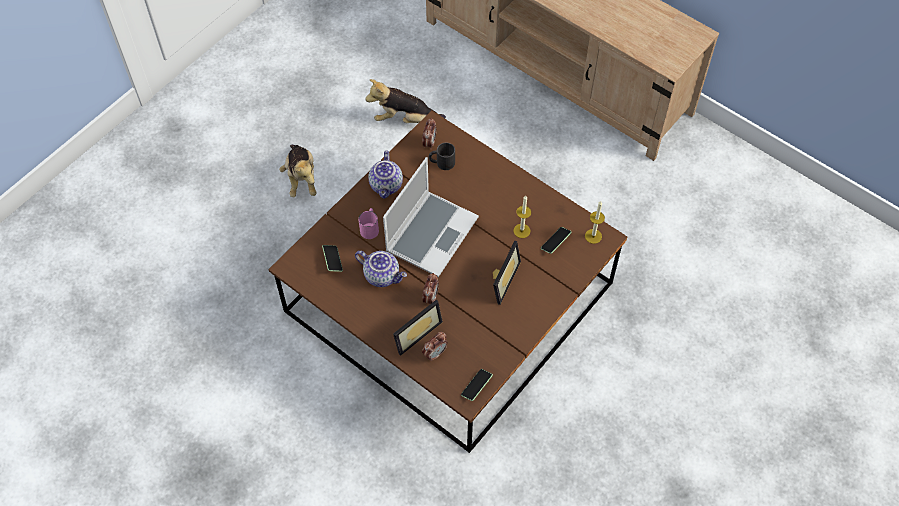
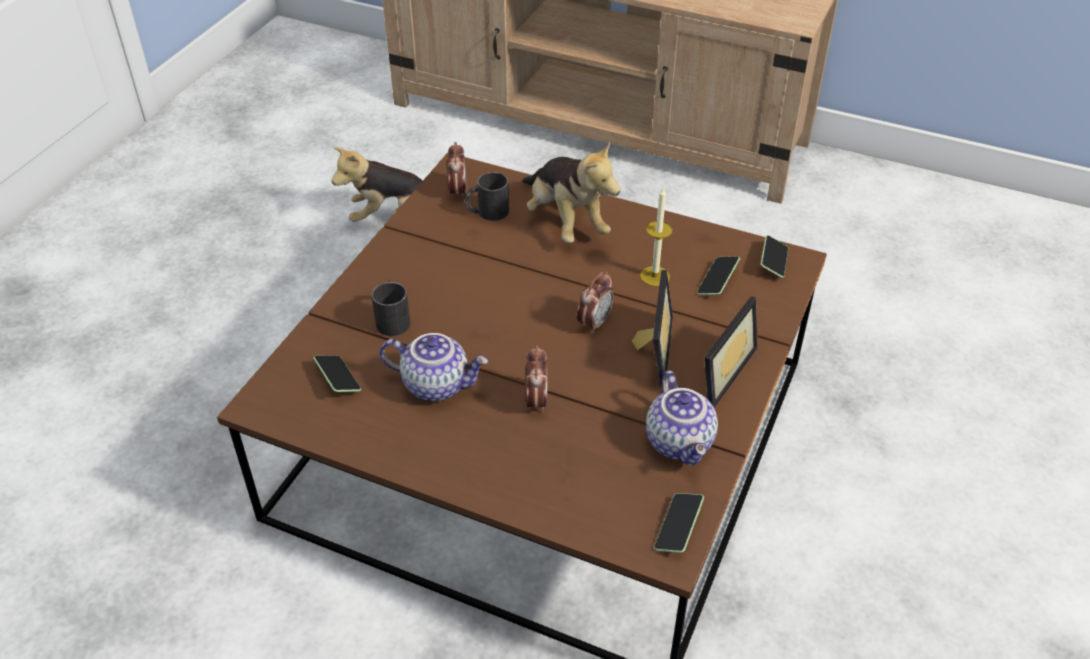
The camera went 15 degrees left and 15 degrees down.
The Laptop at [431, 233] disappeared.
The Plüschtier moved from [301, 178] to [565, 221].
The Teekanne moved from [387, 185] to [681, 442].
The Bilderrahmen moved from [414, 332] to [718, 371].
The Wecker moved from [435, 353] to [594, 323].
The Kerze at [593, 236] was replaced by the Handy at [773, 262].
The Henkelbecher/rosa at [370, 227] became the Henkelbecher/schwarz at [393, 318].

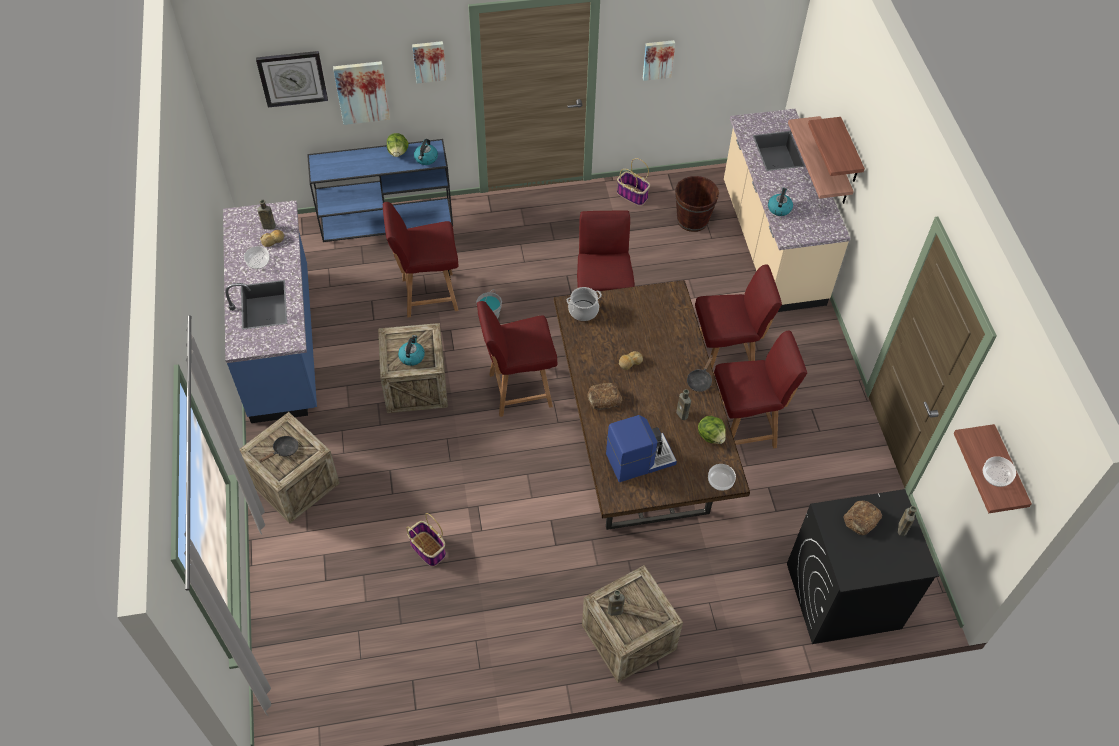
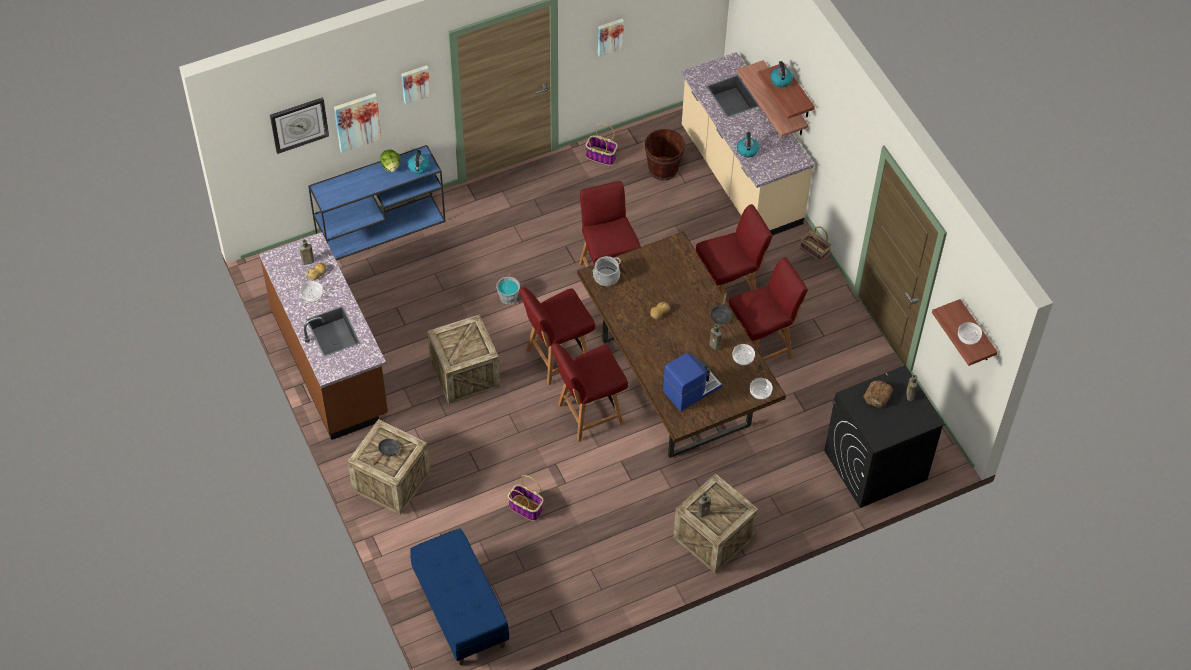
The camera went 15 degrees left and 0 degrees up.
The Brot at [603, 398] disappeared.
The Bank/blau at [459, 610] appeared.
The Korb at [815, 251] appeared.
The Stuhl/rot moved from [428, 294] to [588, 414].
The Wasserkessel moved from [412, 356] to [780, 80].
The Salatkopf at [711, 436] was replaced by the Schüssel at [743, 358].
The Küchenzeile/blau at [283, 343] became the Küchenzeile/braun at [331, 364].

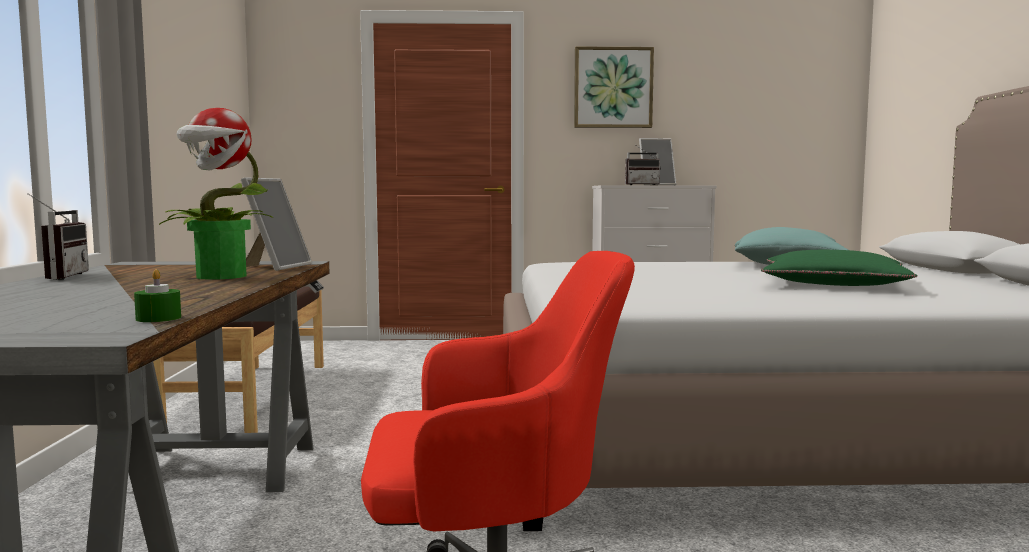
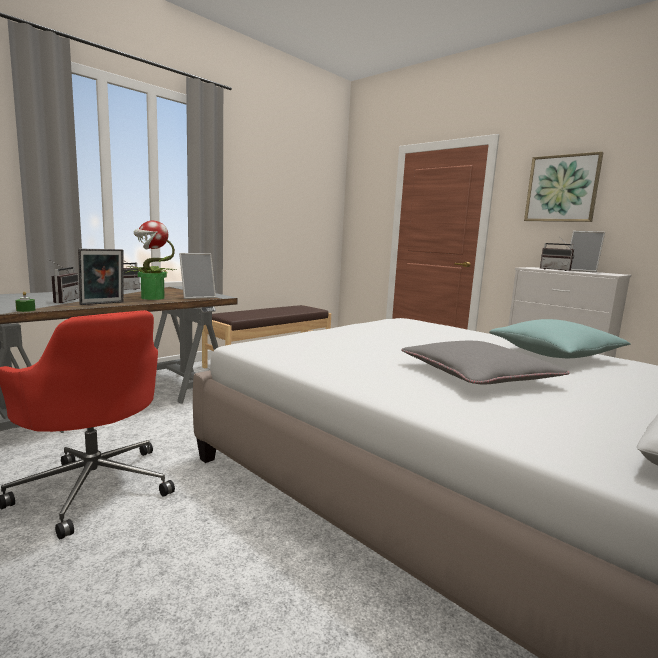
The camera went 45 degrees right and 5 degrees up.
The Radio at [62, 301] appeared.
The Bilderrahmen at [103, 303] appeared.
The Kissen/grün at [833, 283] became the Kissen/grau at [478, 374].

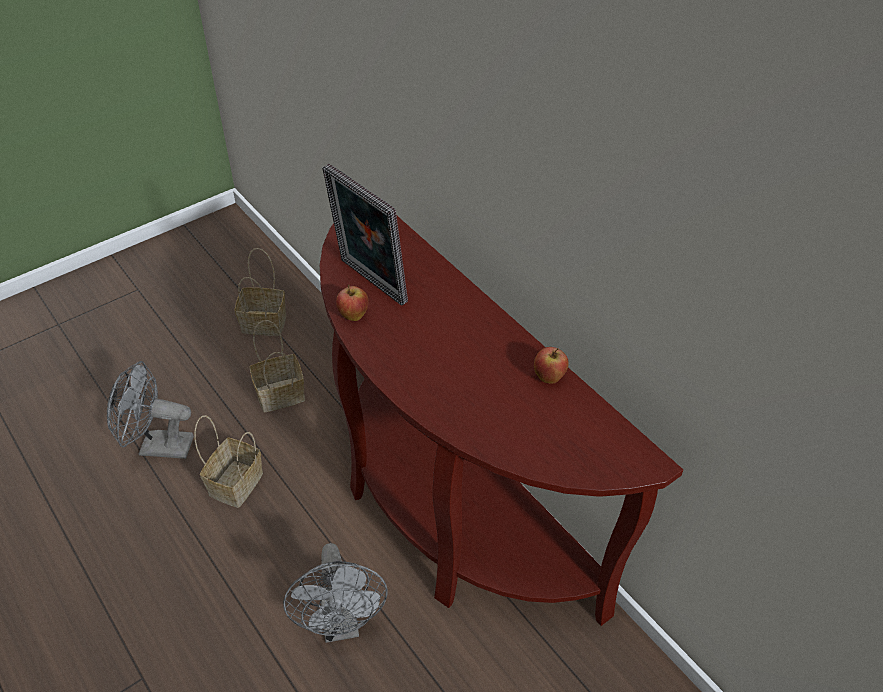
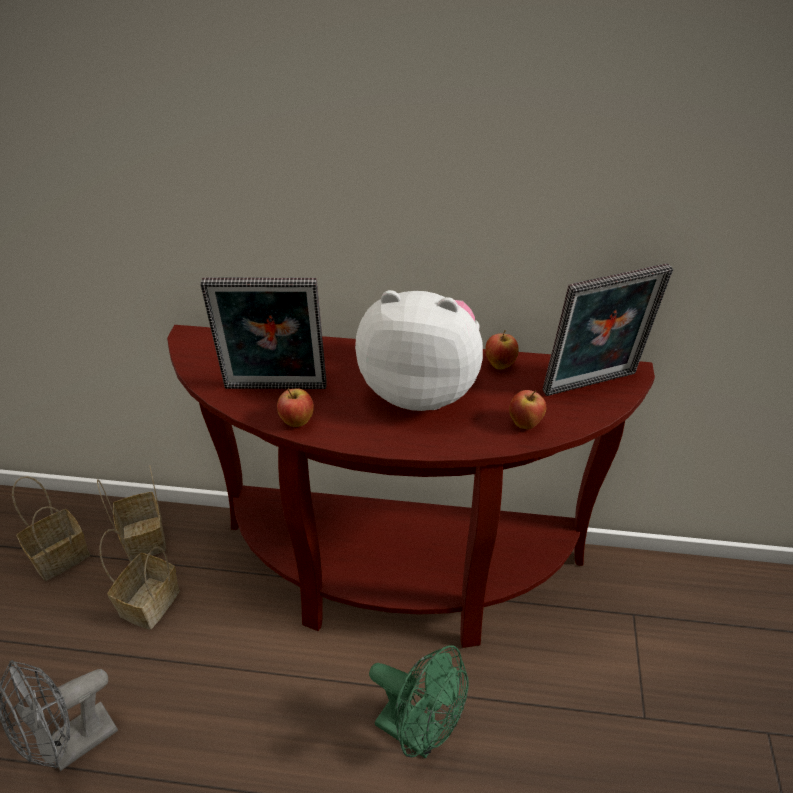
The camera went 45 degrees left and 5 degrees down.
The Plüschtier at [421, 389] appeared.
The Apfel at [525, 424] appeared.
The Bilderrahmen at [592, 386] appeared.
The Korb moved from [236, 485] to [146, 539].
The Ventilator/grau at [341, 624] became the Ventilator/grün at [419, 733].

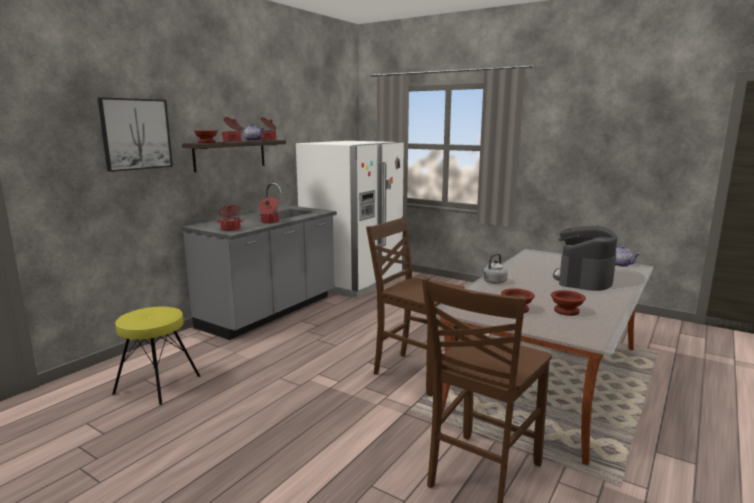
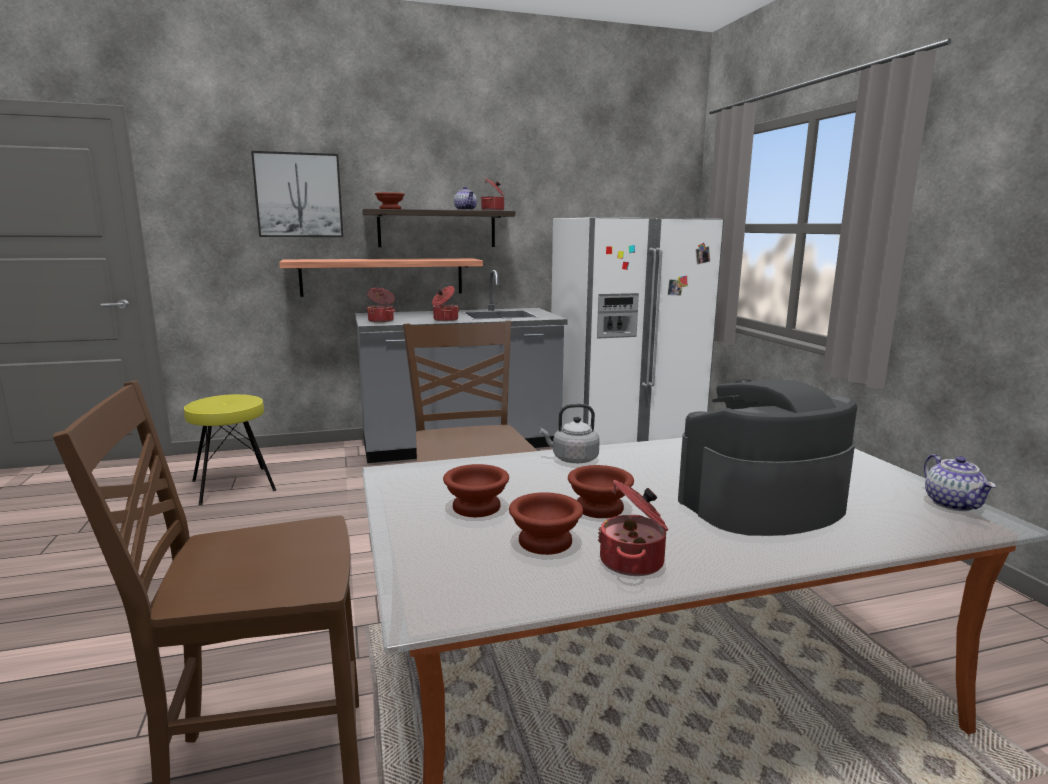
The camera went 40 degrees right and 0 degrees up.
The Wandregal at [382, 277] appeared.
The Schüssel/braun at [601, 508] appeared.
The Kochtopf moved from [232, 141] to [633, 562].

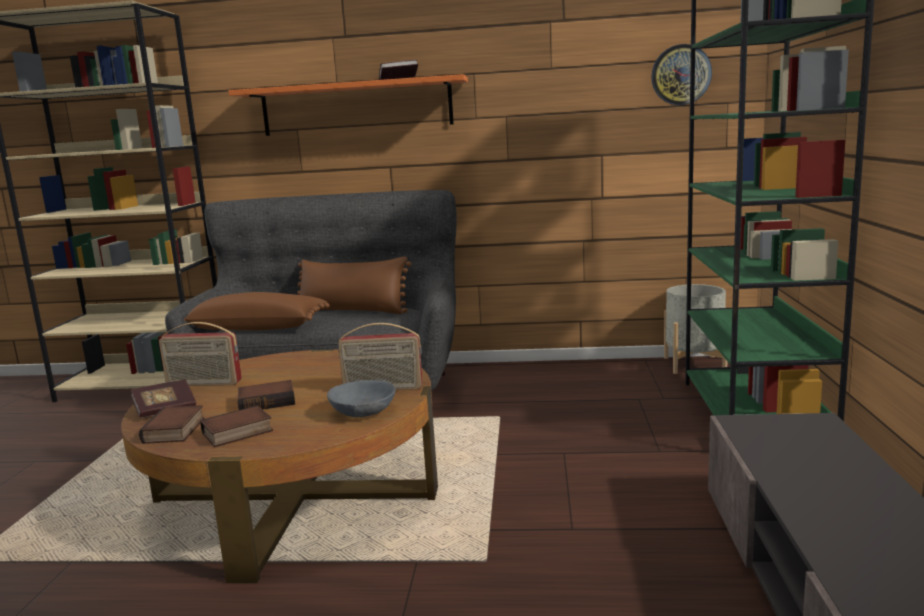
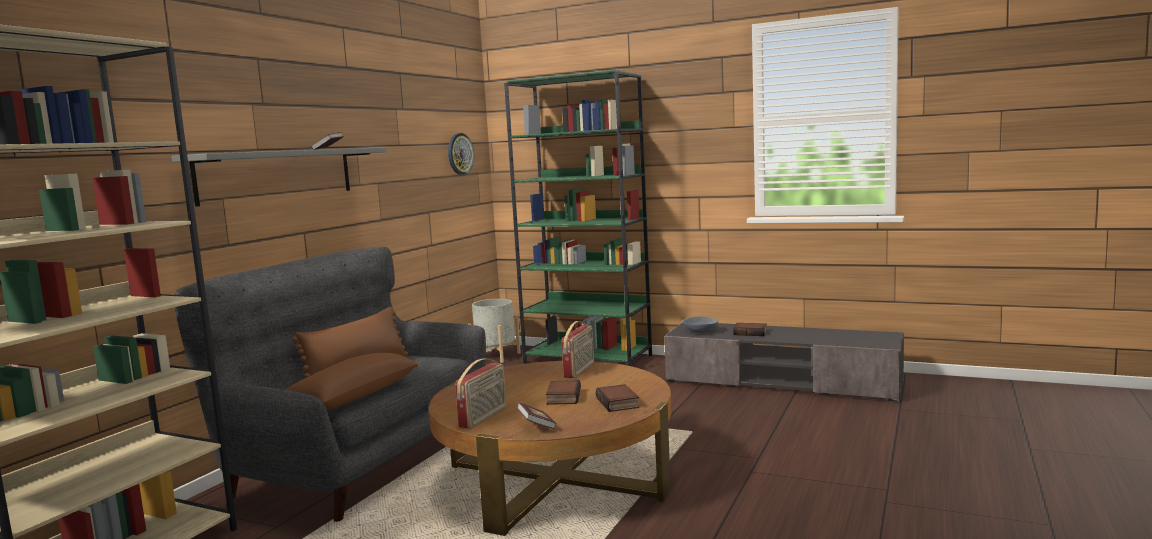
The camera went 70 degrees left and 5 degrees down.
The Buch moved from [175, 431] to [751, 332].
The Schüssel/grau moved from [363, 411] to [700, 331].
The Wandregal/orange at [356, 107] became the Wandregal/grau at [278, 174].

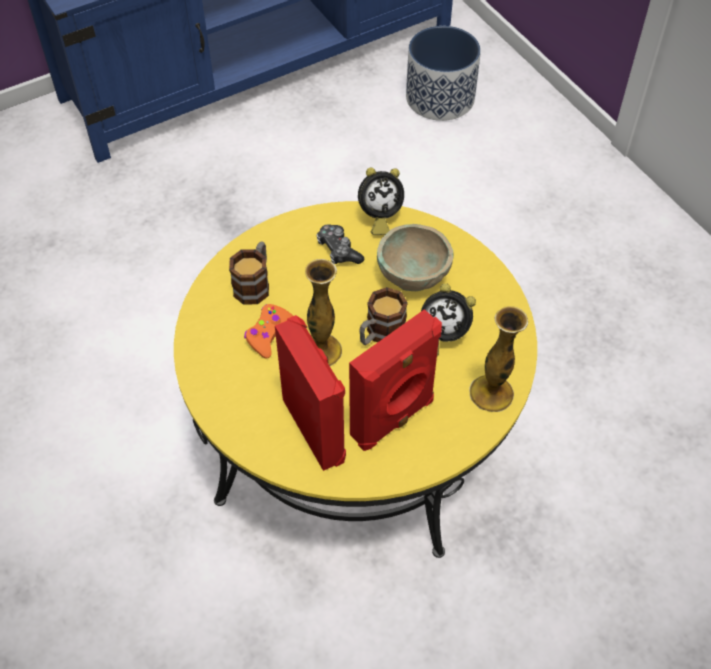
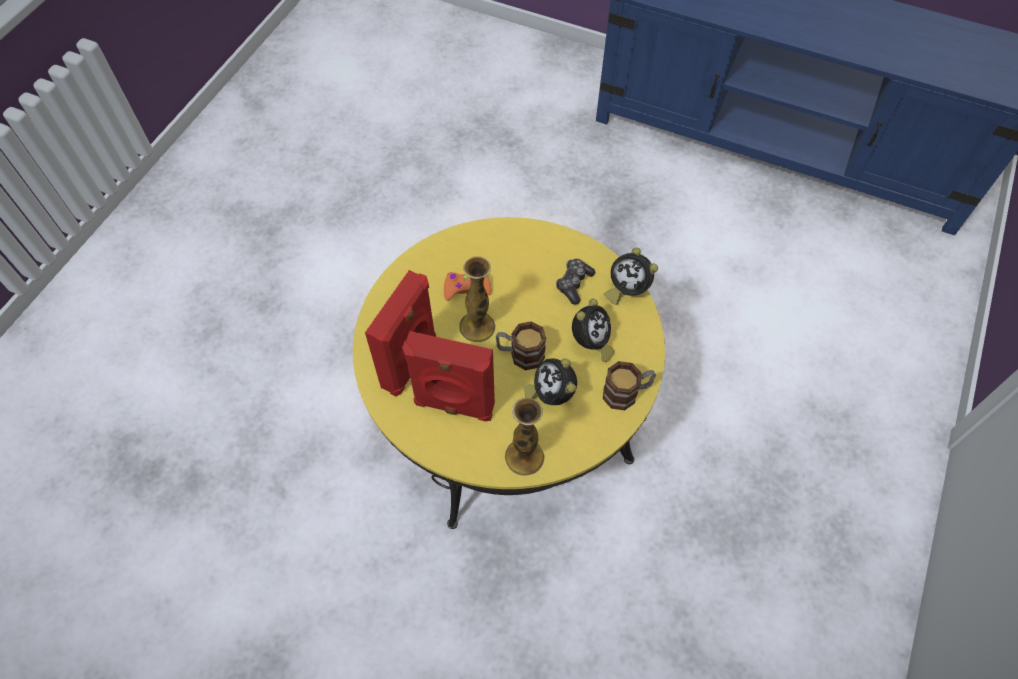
The camera went 55 degrees right and 5 degrees up.
The Pflanzkübel at [440, 98] disappeared.
The Henkelbecher moved from [254, 284] to [627, 393].
The Schüssel/beige at [413, 276] was replaced by the Wecker at [590, 344].

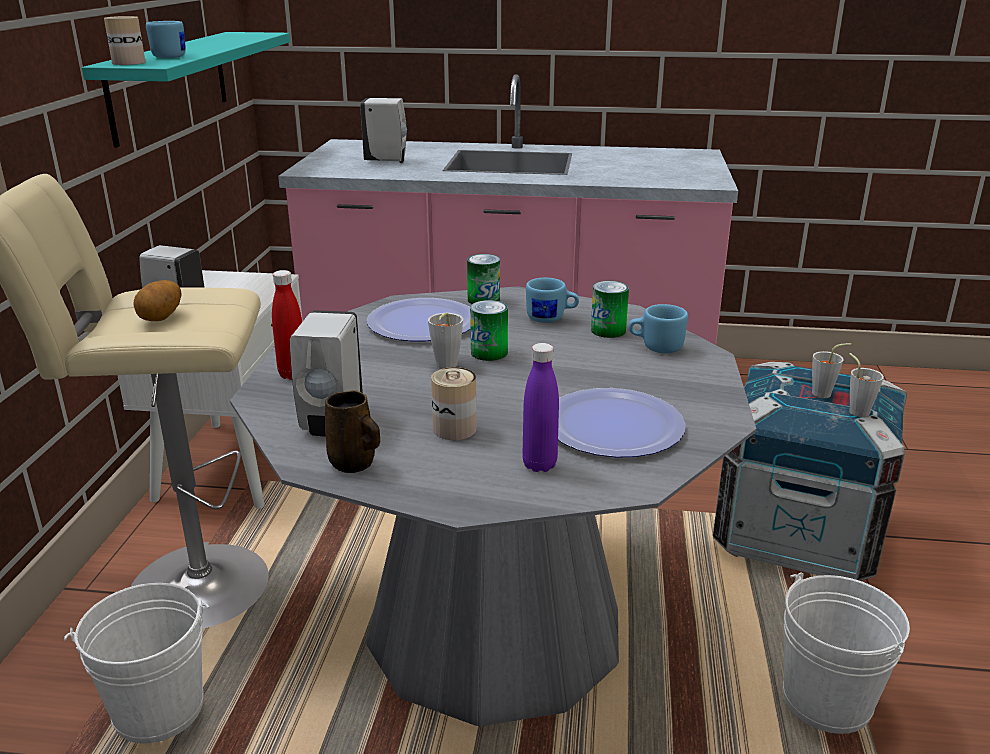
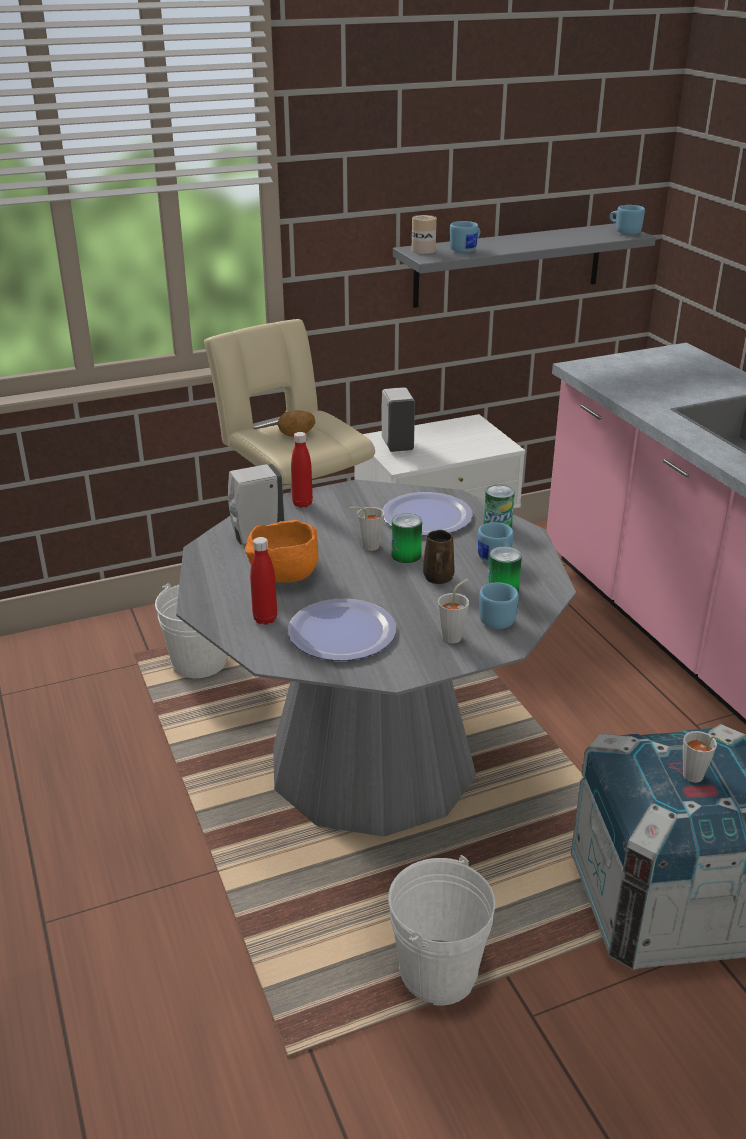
The camera went 60 degrees right and 5 degrees up.
The Seifenspender/weiß at [387, 161] disappeared.
The Henkelbecher/blau at [624, 232] appeared.
The Henkelbecher/braun moved from [354, 464] to [438, 578].
The Tasse/grau moved from [856, 410] to [455, 635].
The Dose at [454, 429] was replaced by the Schüssel/orange at [284, 577].
The Wandregal/türkis at [170, 84] became the Wandregal/grau at [508, 265].
The Flasche/lila at [539, 465] became the Flasche/rot at [265, 619].

